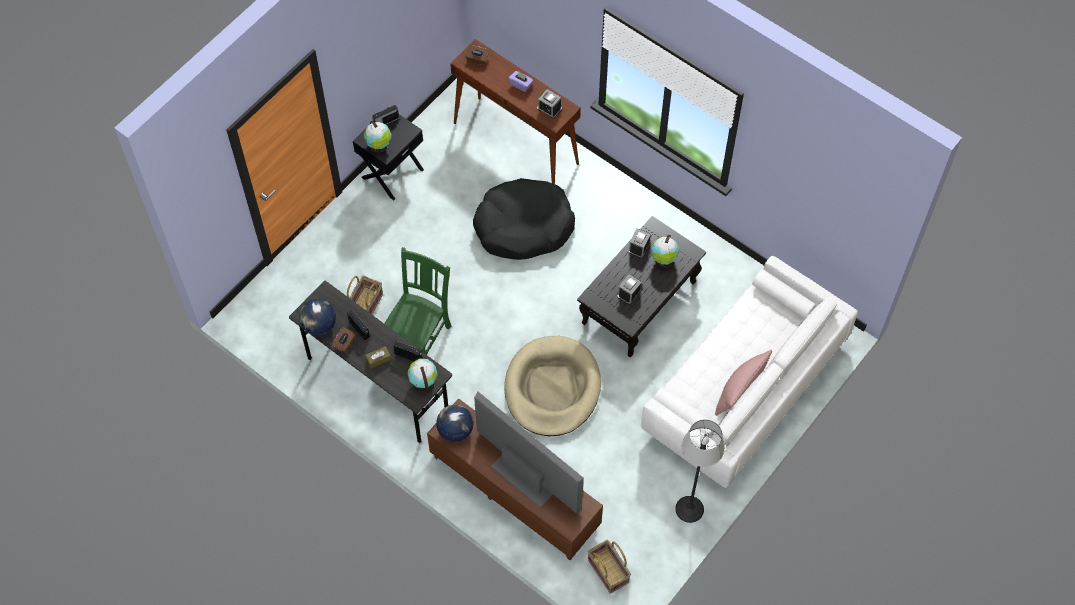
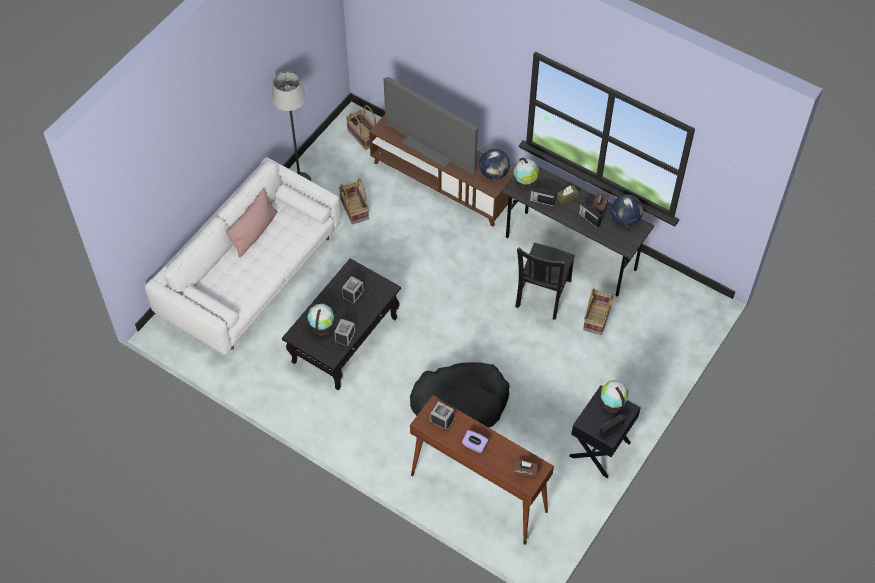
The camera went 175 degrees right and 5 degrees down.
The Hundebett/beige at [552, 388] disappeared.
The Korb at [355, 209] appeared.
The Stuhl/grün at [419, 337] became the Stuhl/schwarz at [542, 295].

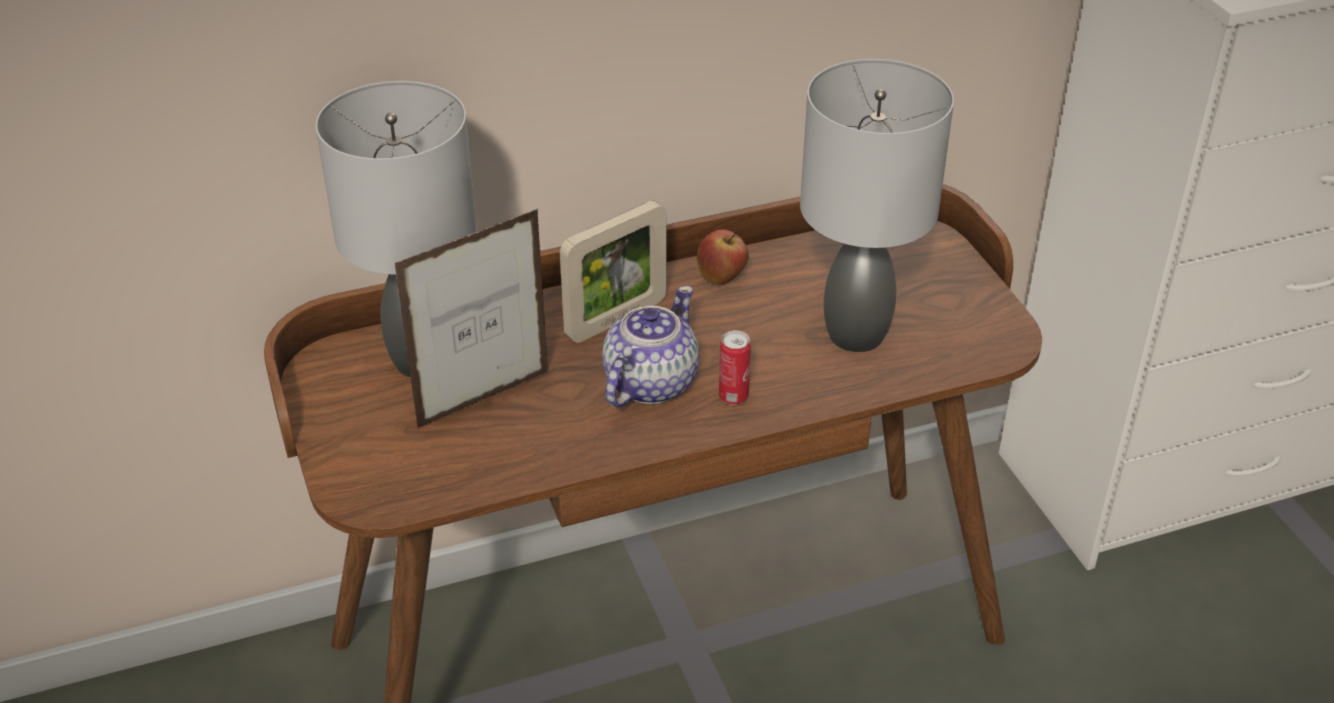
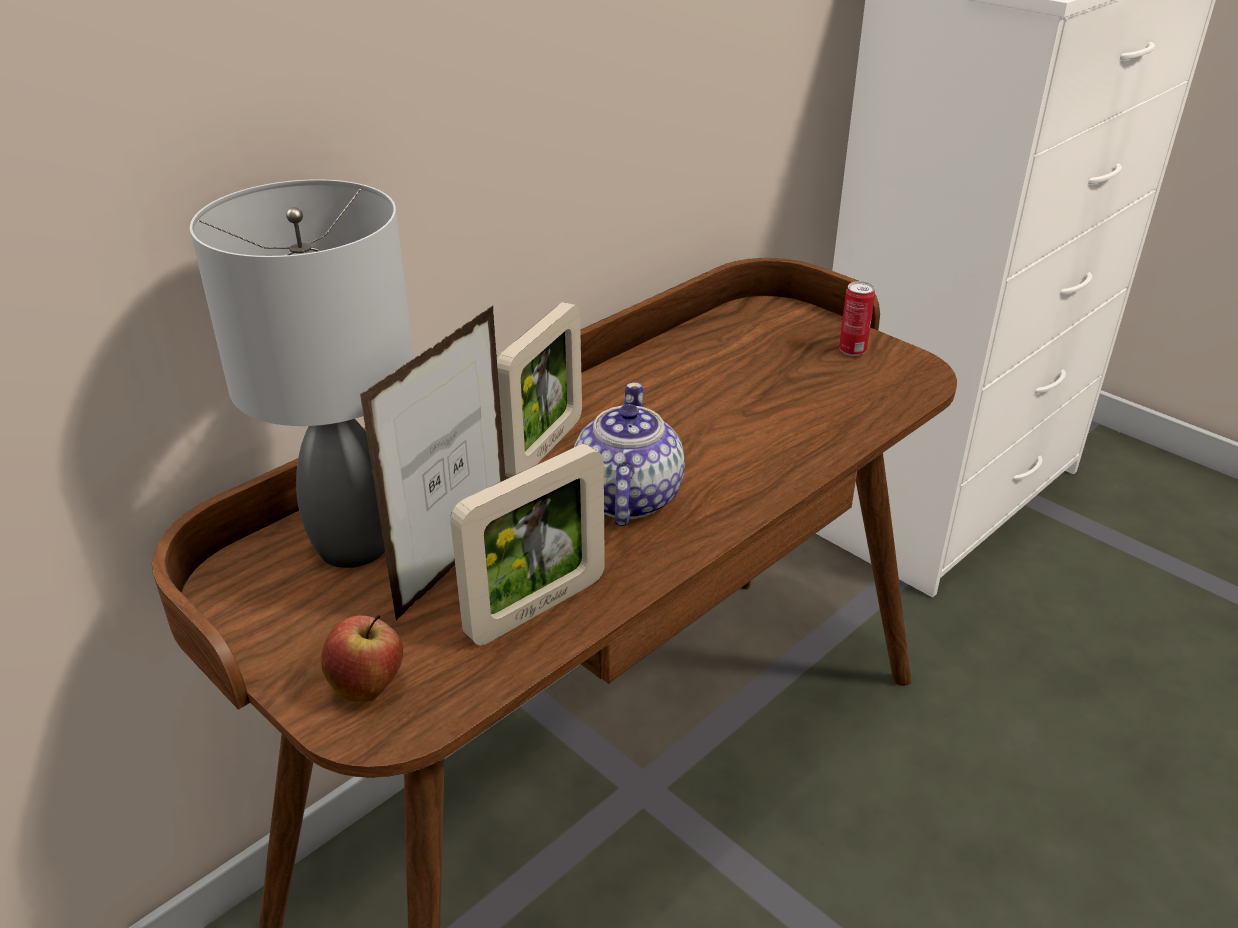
The camera went 25 degrees left and 5 degrees down.
The Tischlampe/grau at [854, 335] disappeared.
The Bilderrahmen at [536, 608] appeared.
The Apfel moved from [722, 278] to [368, 687].
The Dose moved from [733, 397] to [852, 351].

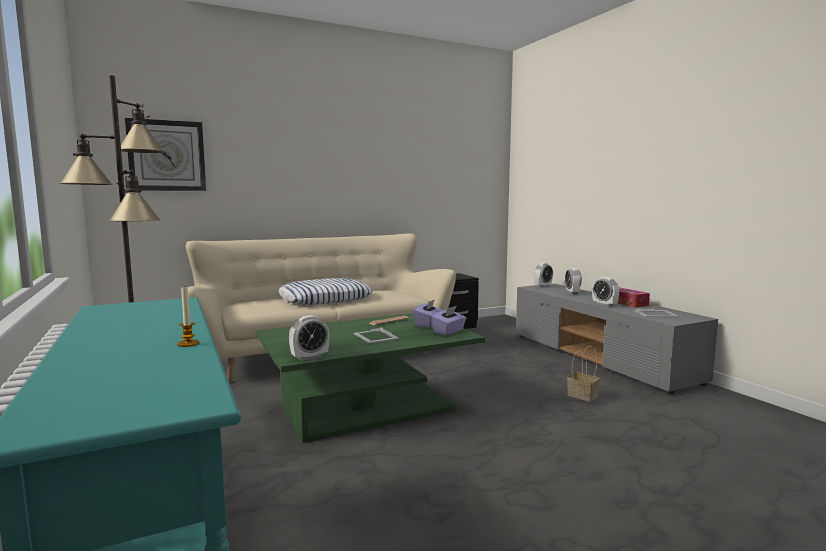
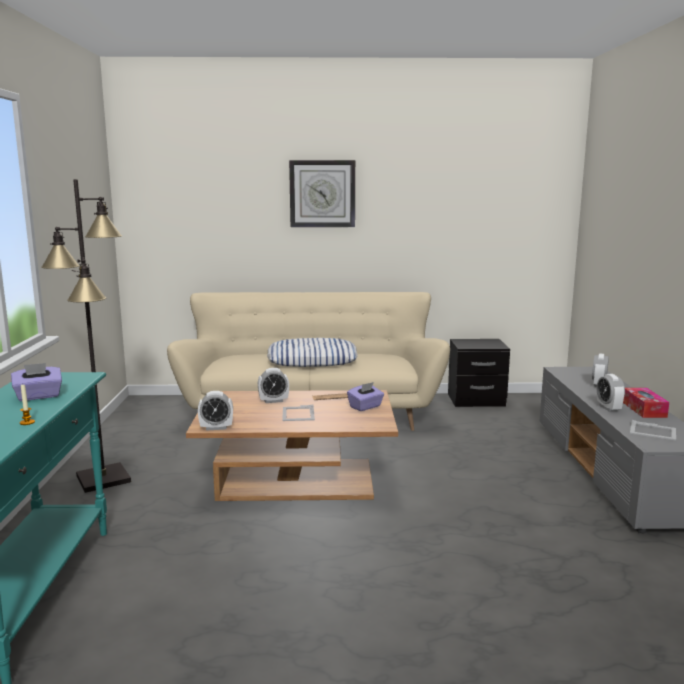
The camera went 25 degrees right and 5 degrees up.
The Korb at [583, 396] disappeared.
The Wanduhr moved from [167, 156] to [322, 194].
The Taschentuchbox/lila moved from [448, 332] to [38, 396].
The Wecker moved from [543, 286] to [273, 401].
The Couchtisch/grün at [368, 408] became the Couchtisch/braun at [296, 480].

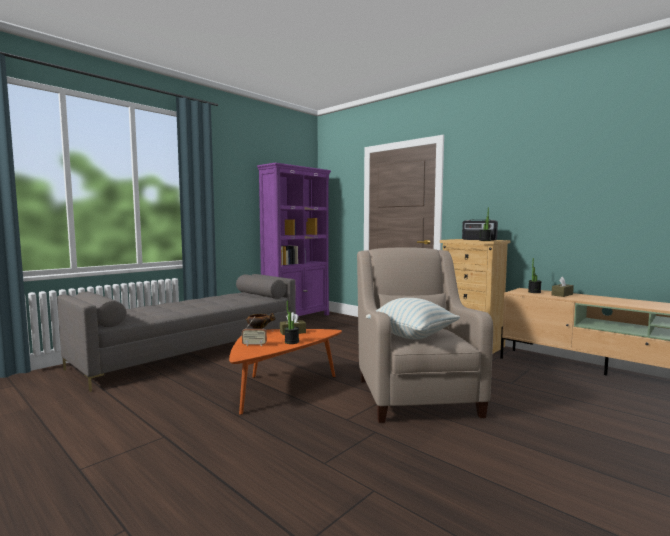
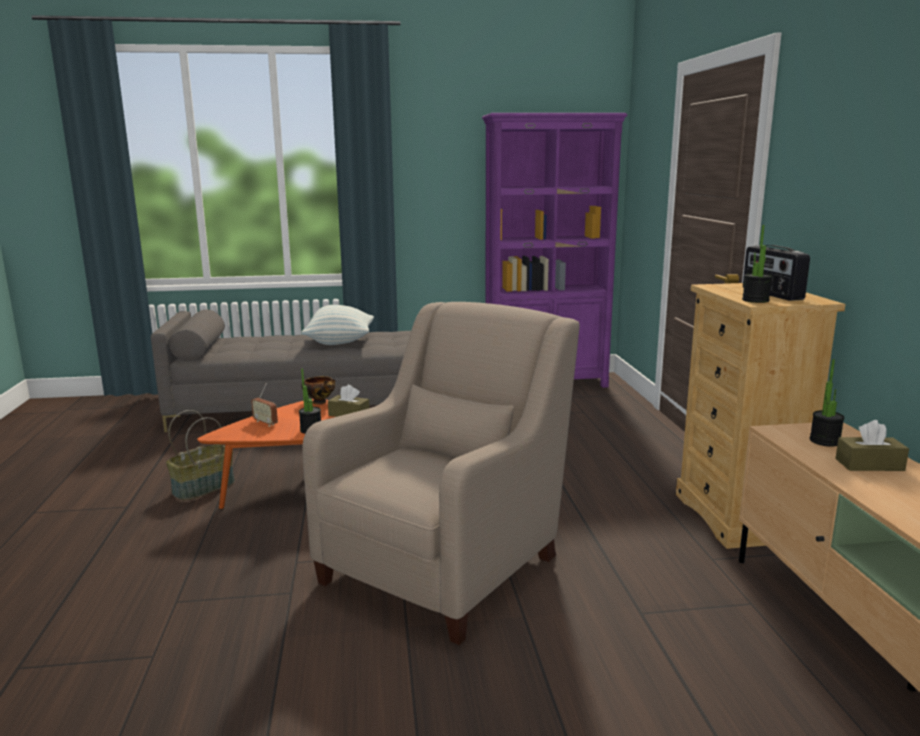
The camera went 40 degrees right and 10 degrees up.
The Korb at [203, 487] appeared.
The Kissen moved from [412, 335] to [340, 342].

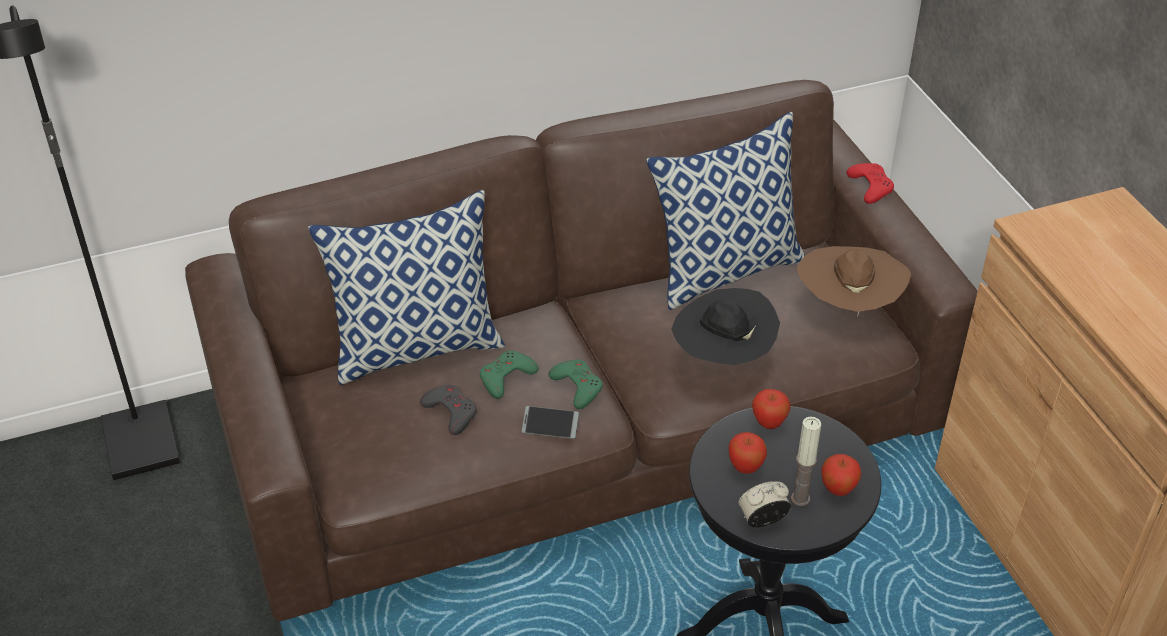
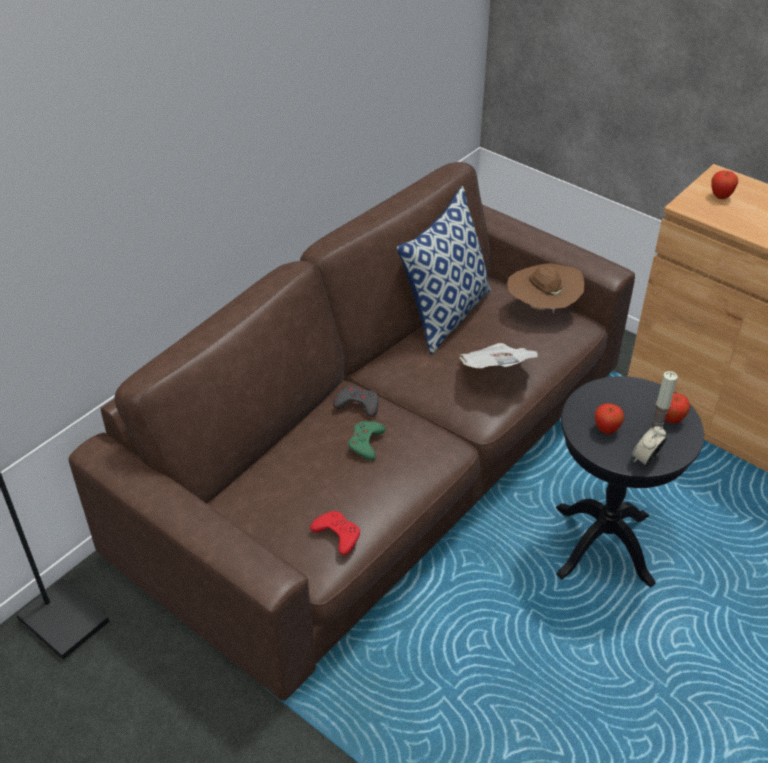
The camera went 30 degrees left and 0 degrees up.
The Kissen at [417, 347] disappeared.
The Handy at [550, 426] disappeared.
The Gamepad/grün at [577, 386] disappeared.
The Gamepad/grau moved from [451, 412] to [357, 404].
The Apfel moved from [769, 423] to [720, 196].
The Gamepad/rot moved from [870, 186] to [337, 534].
The Hut/schwarz at [722, 357] was replaced by the Zeitung at [496, 371].

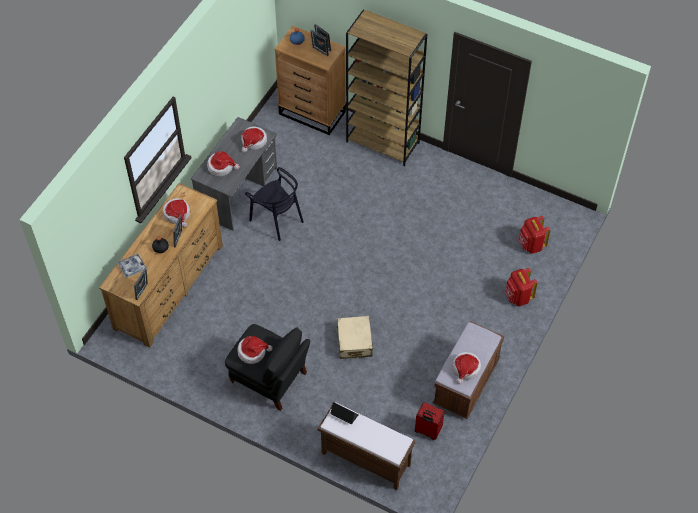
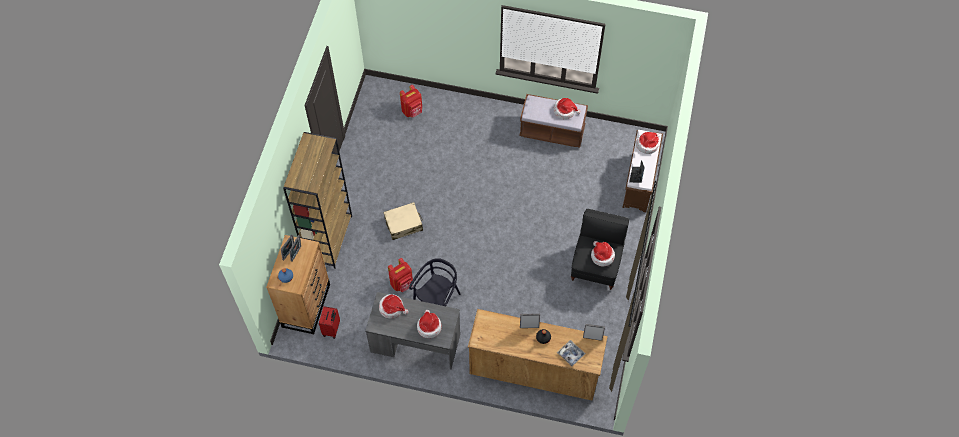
The camera went 105 degrees left and 5 degrees up.
The Hut moved from [177, 214] to [647, 144].
The Koffer/beige moved from [354, 341] to [404, 224].
The Koffer/rot moved from [427, 431] to [332, 329].
The Rucksack/rot moved from [517, 297] to [402, 283].

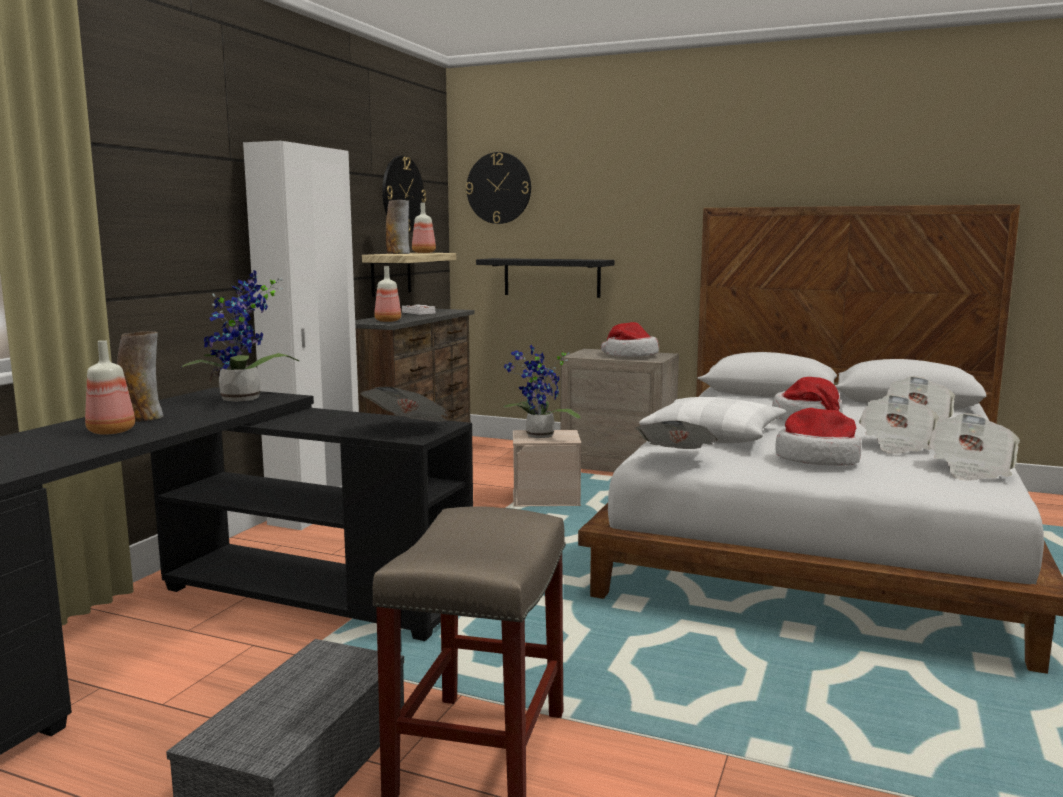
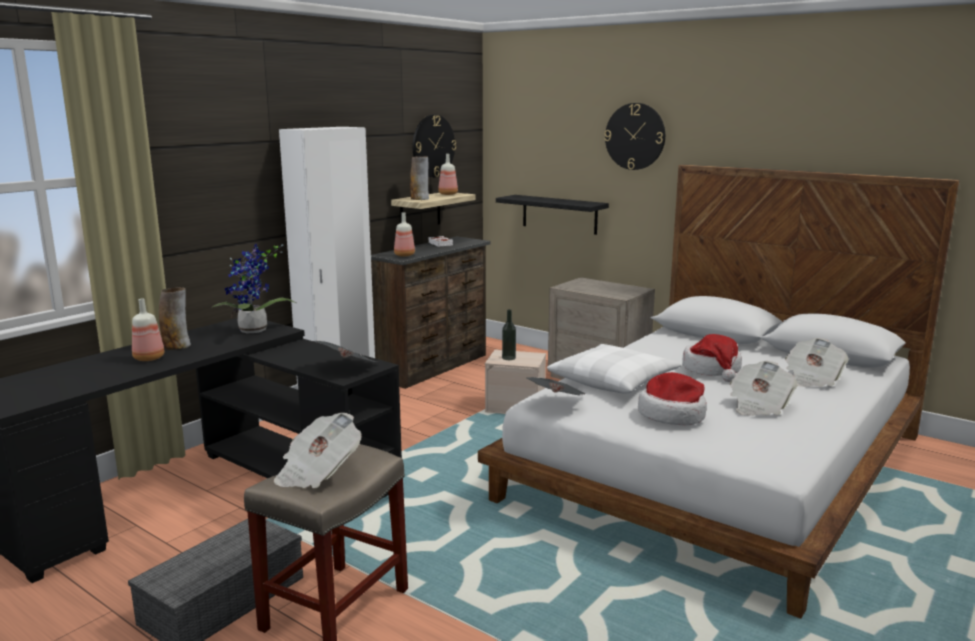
The camera went 15 degrees right and 5 degrees up.
The Hut at [630, 355] disappeared.
The Wanduhr moved from [499, 188] to [635, 136].
The Zeitung moved from [970, 470] to [317, 472].
The Topfpflanze at [538, 436] was replaced by the Flasche at [508, 358].

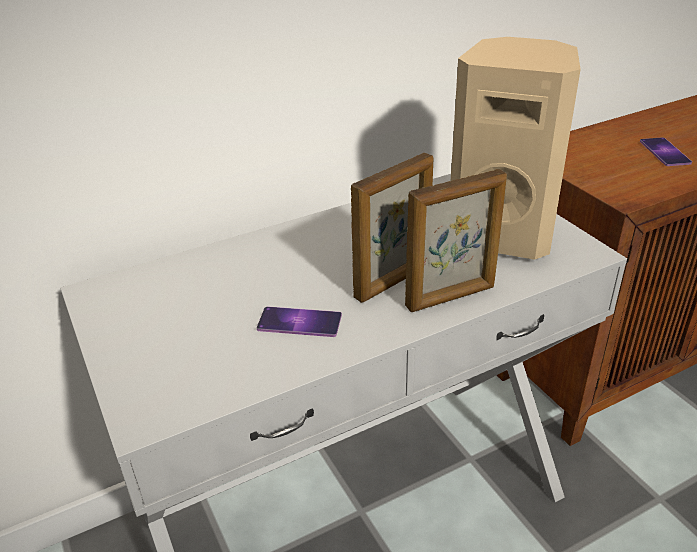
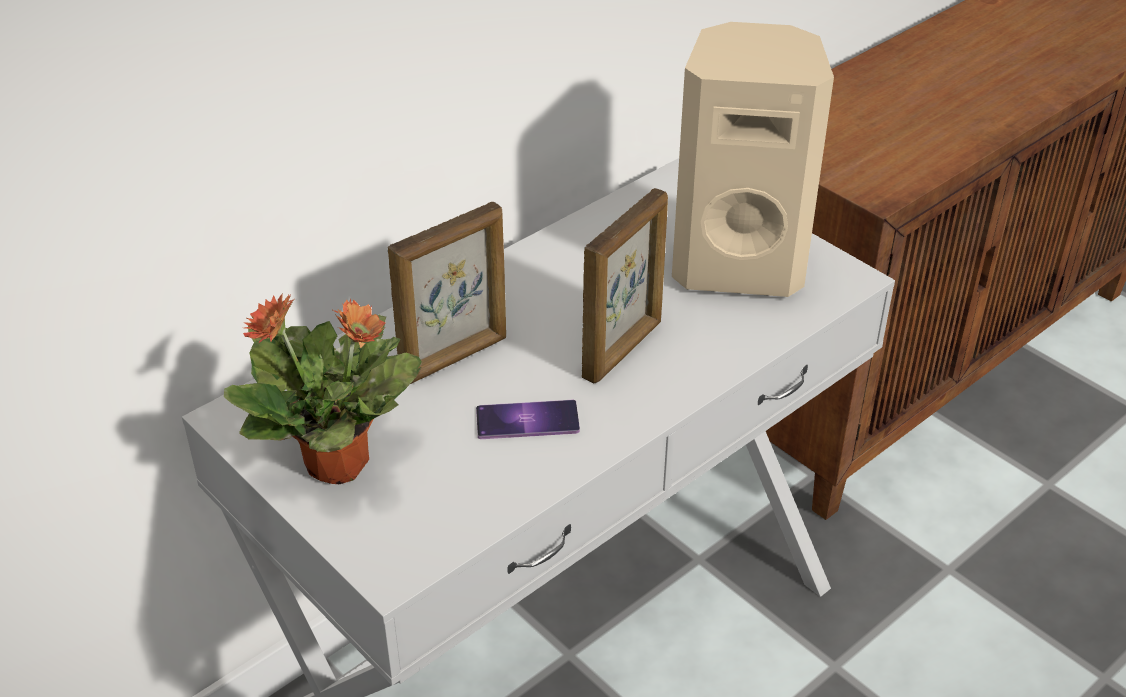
The camera went 15 degrees left and 5 degrees up.
The Handy at [664, 152] disappeared.
The Topfpflanze at [340, 464] appeared.
The Bilderrahmen moved from [451, 297] to [455, 358].

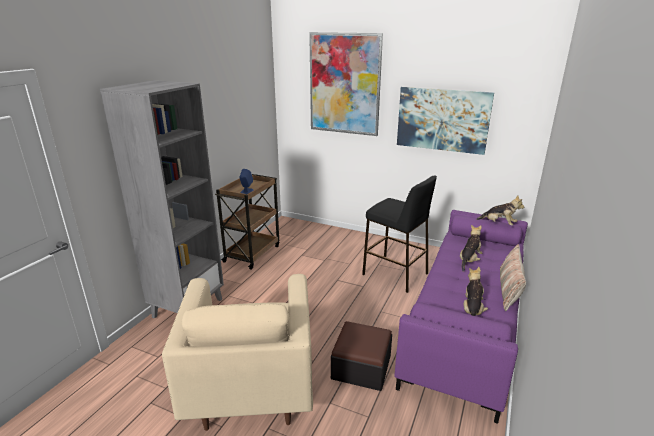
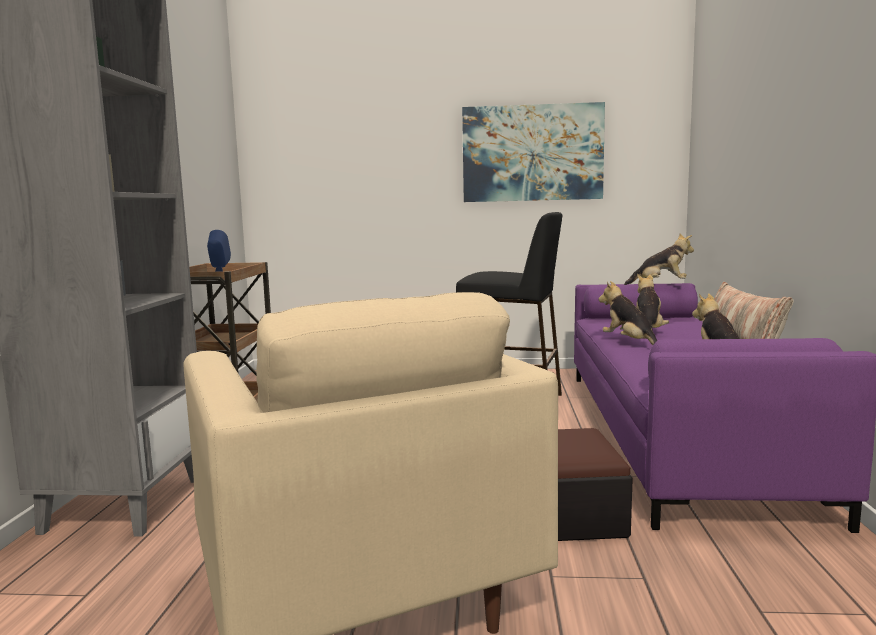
The camera went 20 degrees left and 15 degrees down.
The Bild at [344, 84] disappeared.
The Plüschtier at [630, 343] appeared.

